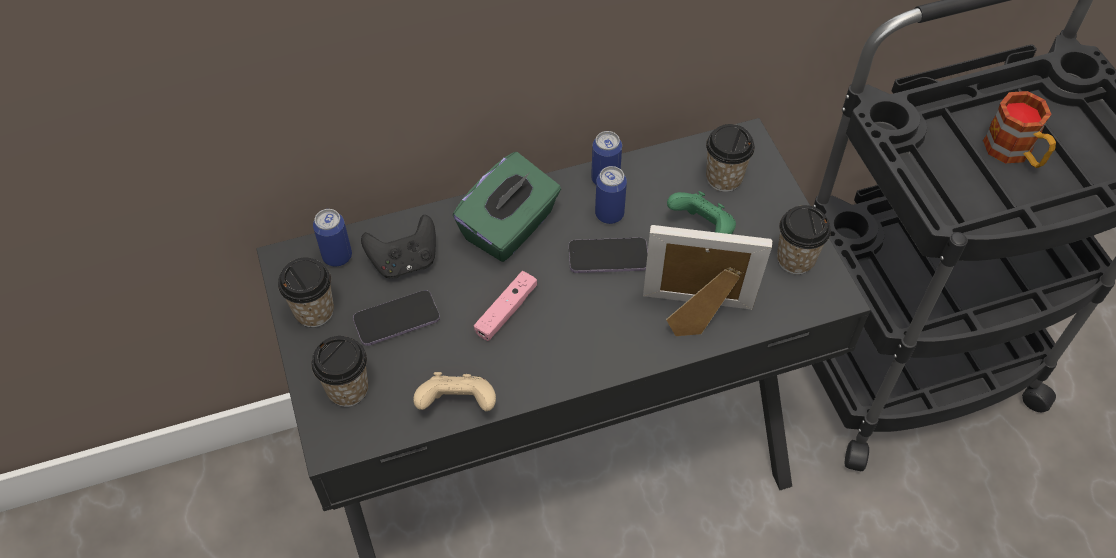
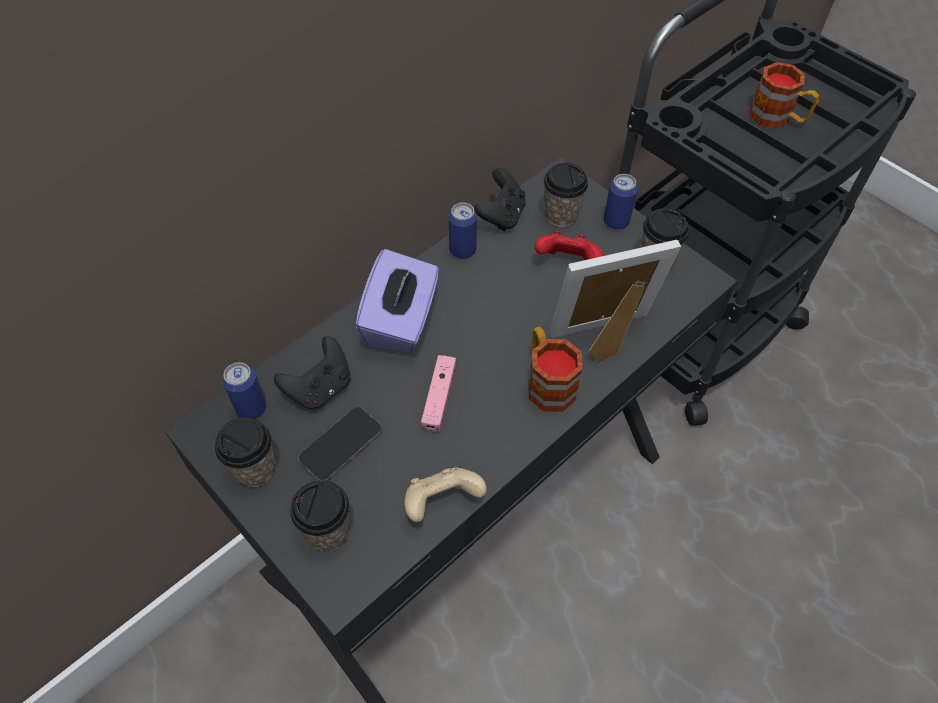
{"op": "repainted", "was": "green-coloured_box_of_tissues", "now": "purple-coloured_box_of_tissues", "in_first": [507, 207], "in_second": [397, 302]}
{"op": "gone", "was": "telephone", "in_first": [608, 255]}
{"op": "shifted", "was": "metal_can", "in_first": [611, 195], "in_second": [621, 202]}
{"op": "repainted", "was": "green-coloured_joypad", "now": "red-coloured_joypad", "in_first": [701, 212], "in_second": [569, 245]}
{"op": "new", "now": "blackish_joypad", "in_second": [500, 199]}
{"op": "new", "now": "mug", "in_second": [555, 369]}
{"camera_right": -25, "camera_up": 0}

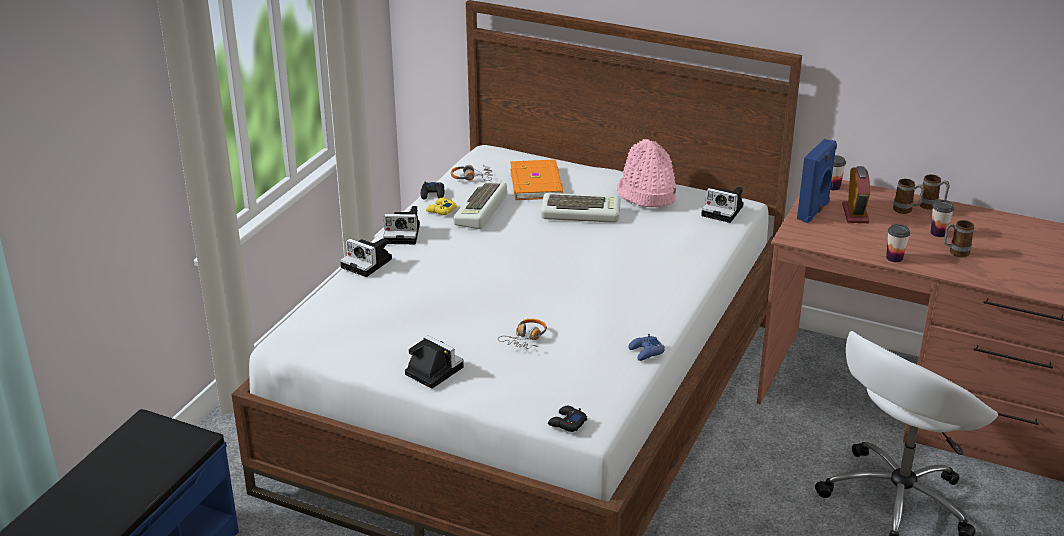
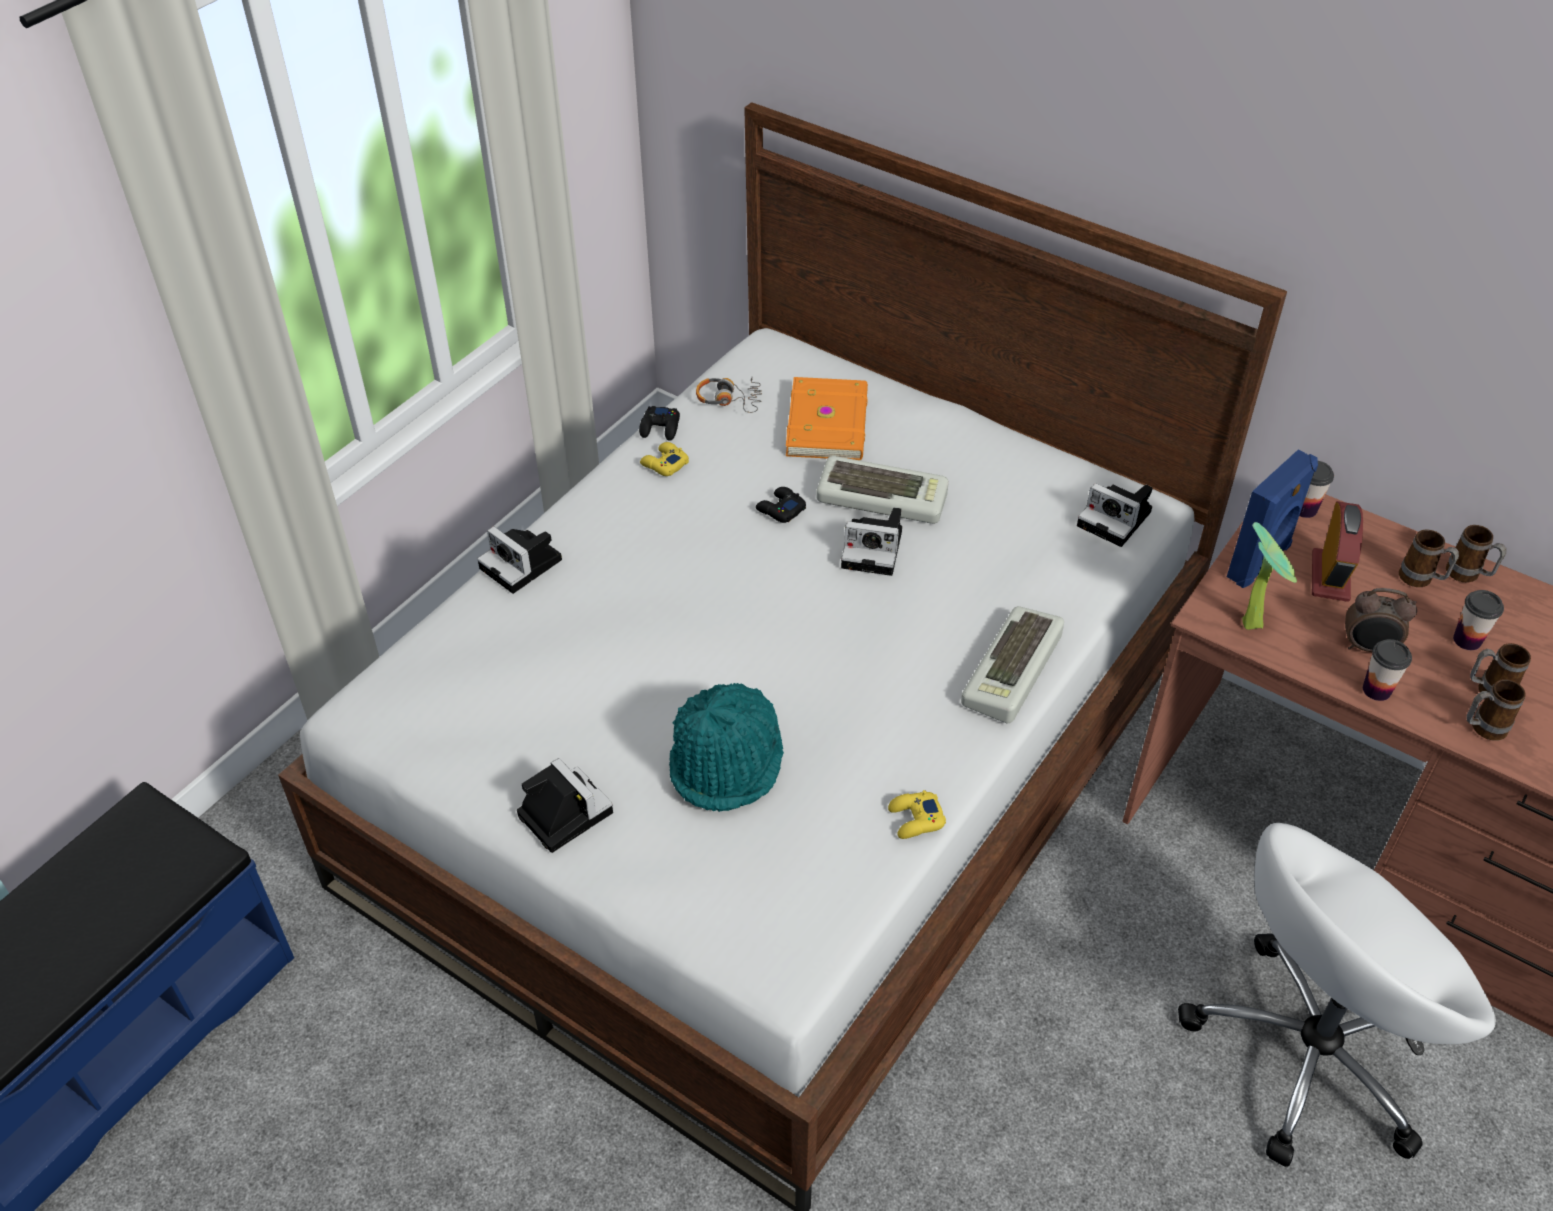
{"op": "shifted", "was": "still_camera", "in_first": [401, 225], "in_second": [871, 542]}
{"op": "shifted", "was": "PC_keyboard", "in_first": [480, 205], "in_second": [1012, 664]}
{"op": "swapped", "was": "headphones", "now": "turquoise-coloured_hat", "in_first": [522, 334], "in_second": [726, 747]}
{"op": "shifted", "was": "blackish_joypad", "in_first": [567, 419], "in_second": [781, 505]}
{"op": "gone", "was": "pinkish_hat", "in_first": [646, 173]}
{"op": "repainted", "was": "blue_joypad", "now": "yellowish_joypad", "in_first": [646, 347], "in_second": [917, 814]}
{"op": "new", "now": "houseplant", "in_second": [1269, 576]}
{"op": "new", "now": "alarm_clock", "in_second": [1381, 620]}
{"op": "new", "now": "mug", "in_second": [1496, 710]}
{"camera_right": 10, "camera_up": 15}

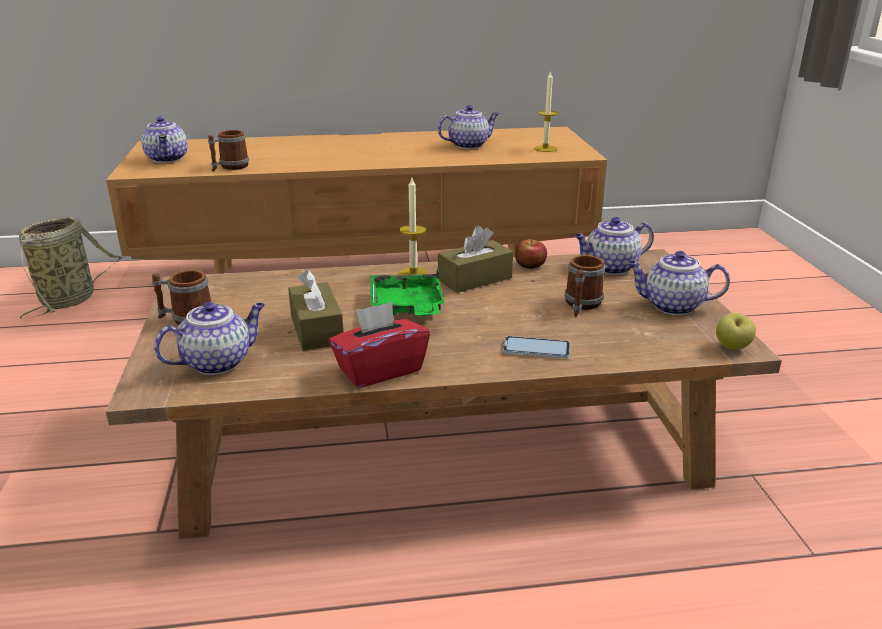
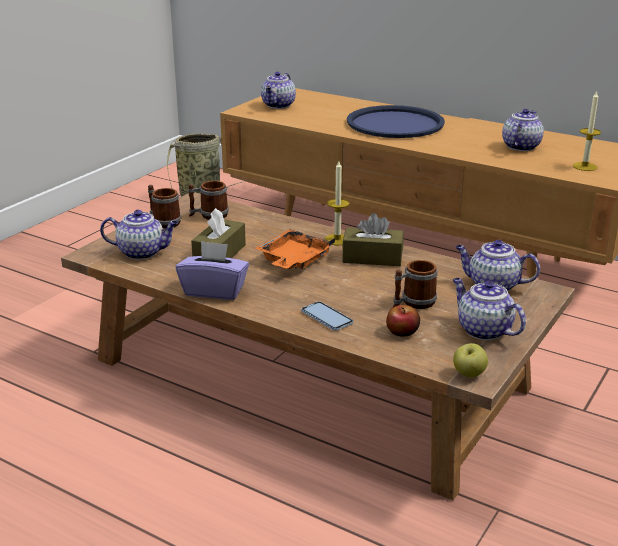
{"op": "shifted", "was": "mug", "in_first": [228, 150], "in_second": [208, 200]}
{"op": "repainted", "was": "red-coloured_box_of_tissues", "now": "purple-coloured_box_of_tissues", "in_first": [379, 345], "in_second": [212, 270]}
{"op": "repainted", "was": "green-coloured_tray", "now": "orangey_tray", "in_first": [407, 292], "in_second": [295, 249]}
{"op": "rotated", "was": "pot_for_tea", "in_first": [468, 127], "in_second": [523, 130], "clockwise": -75}
{"op": "shifted", "was": "whole_apple", "in_first": [531, 254], "in_second": [403, 321]}
{"op": "new", "now": "blue_tray", "in_second": [396, 121]}
{"camera_right": 40, "camera_up": 0}

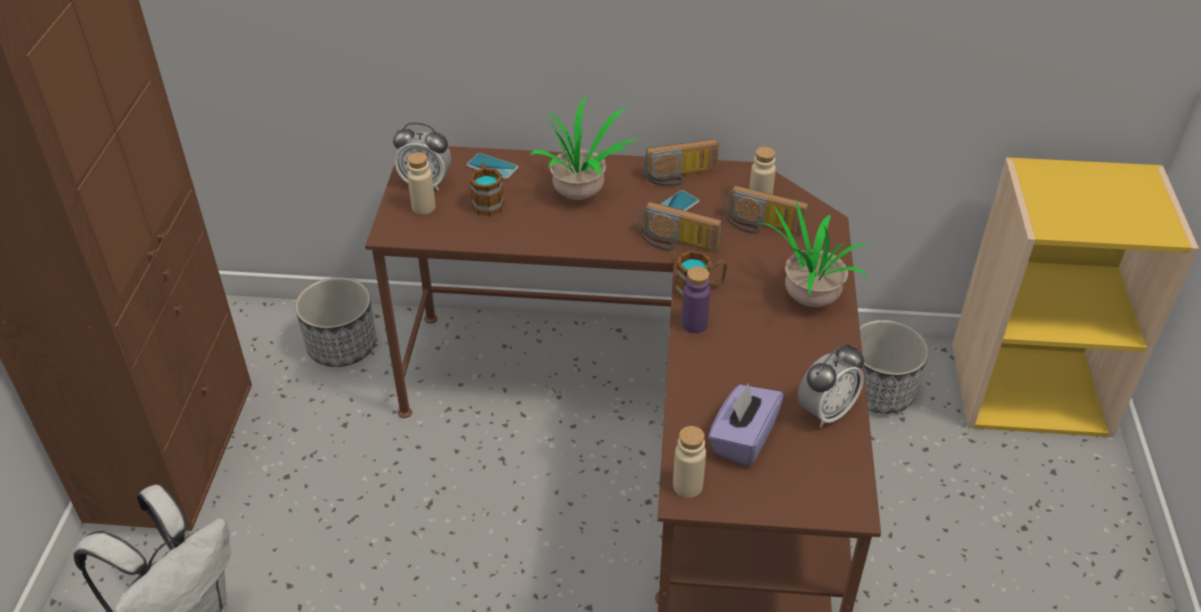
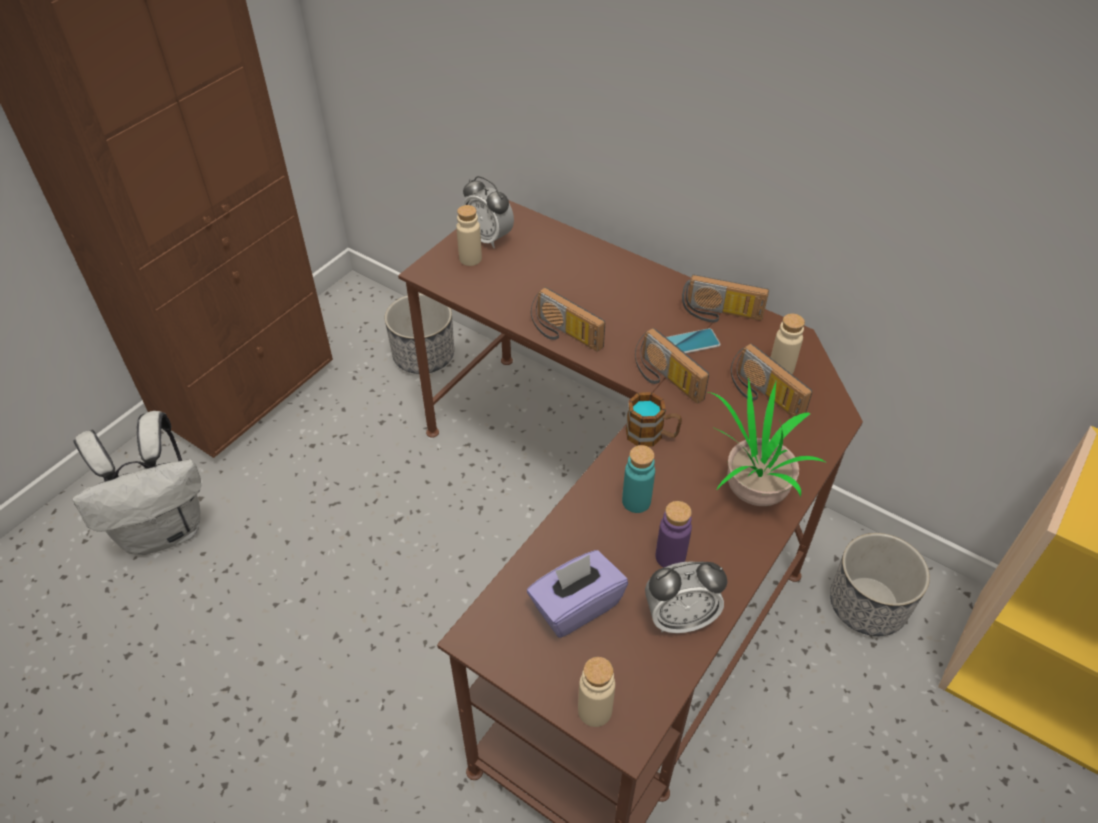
{"op": "gone", "was": "telephone", "in_first": [492, 166]}
{"op": "gone", "was": "mug", "in_first": [486, 189]}
{"op": "gone", "was": "houseplant", "in_first": [584, 147]}
{"op": "shifted", "was": "sand-coloured_beverage_bottle", "in_first": [689, 462], "in_second": [596, 692]}
{"op": "shifted", "was": "purple-coloured_beverage_bottle", "in_first": [696, 299], "in_second": [673, 534]}
{"op": "new", "now": "radio_set", "in_second": [568, 319]}
{"op": "new", "now": "turquoise-coloured_beverage_bottle", "in_second": [638, 479]}
{"camera_right": 30, "camera_up": 5}

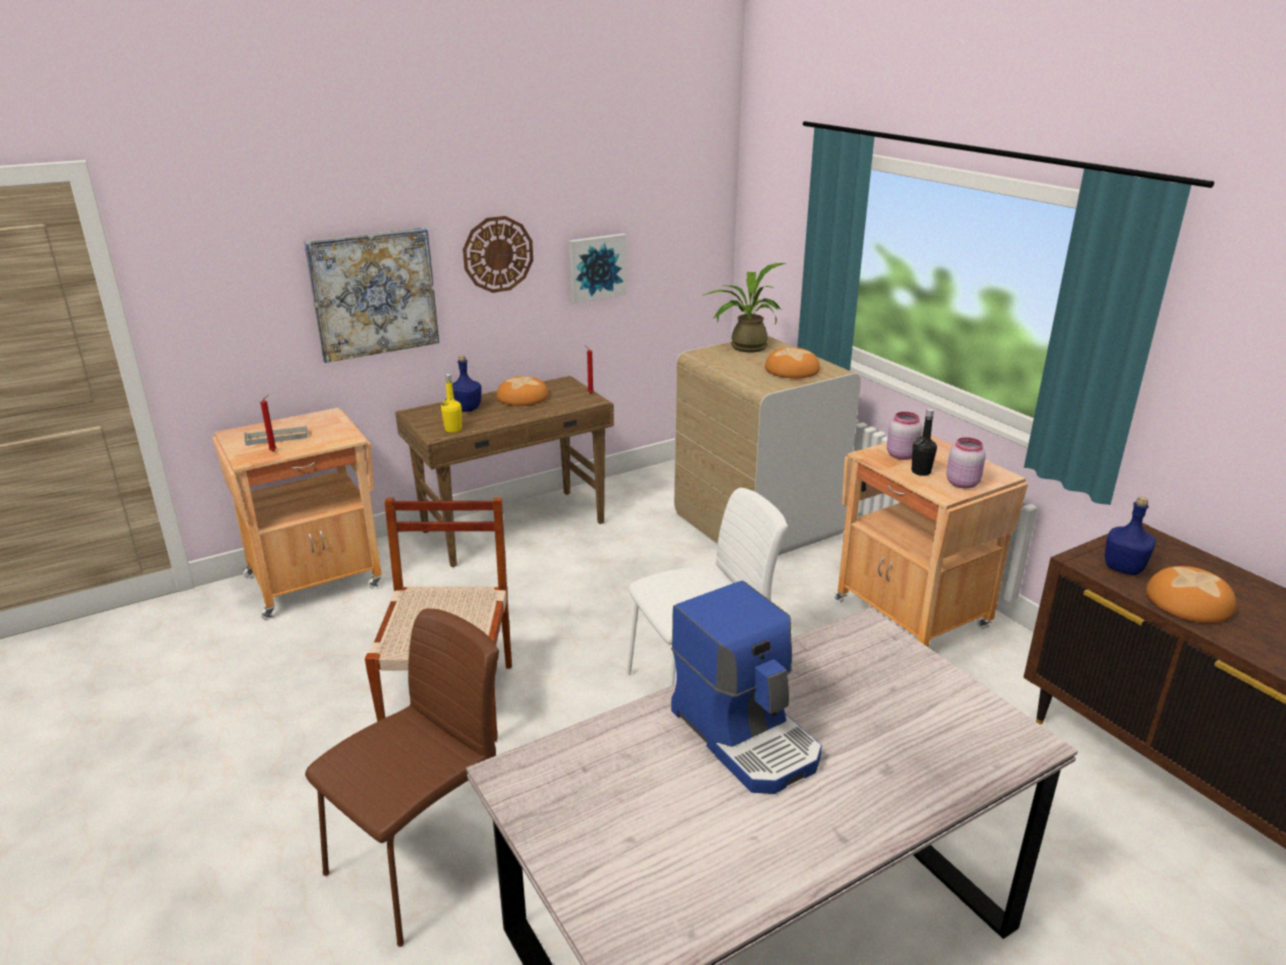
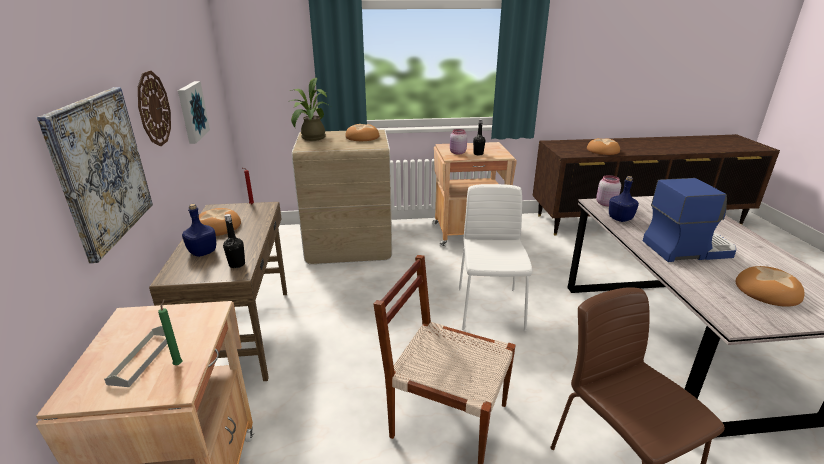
{"op": "repainted", "was": "red-coloured_wax_candle", "now": "green-coloured_wax_candle", "in_first": [268, 423], "in_second": [170, 332]}
{"op": "repainted", "was": "yellowish_beverage_bottle", "now": "blackish_beverage_bottle", "in_first": [451, 403], "in_second": [234, 241]}
{"op": "shifted", "was": "pinkish_jar", "in_first": [966, 463], "in_second": [608, 190]}
{"op": "shifted", "was": "blue_beverage_bottle", "in_first": [1130, 536], "in_second": [624, 199]}
{"op": "new", "now": "baked_bread", "in_second": [770, 286]}
{"camera_right": -65, "camera_up": 0}

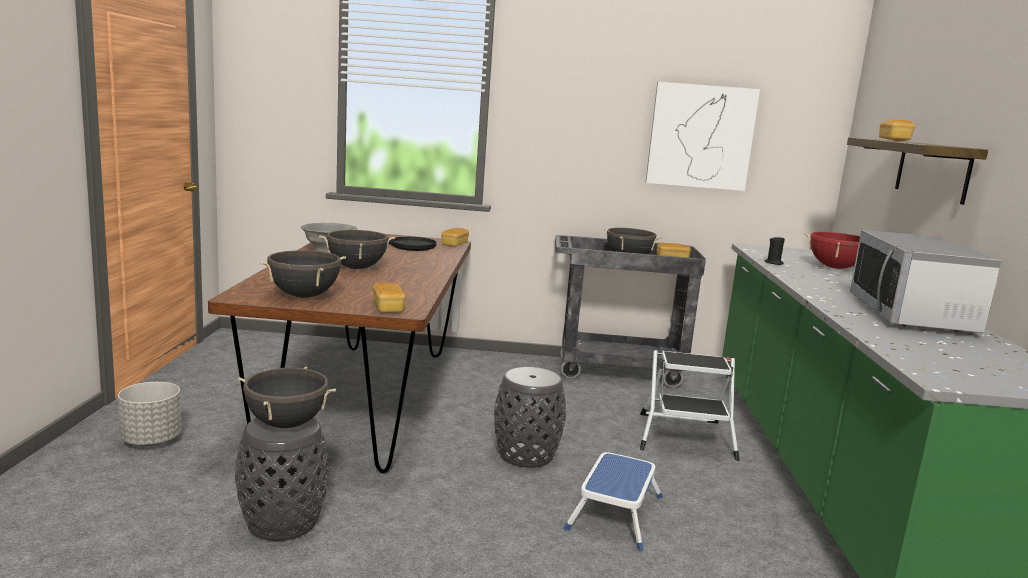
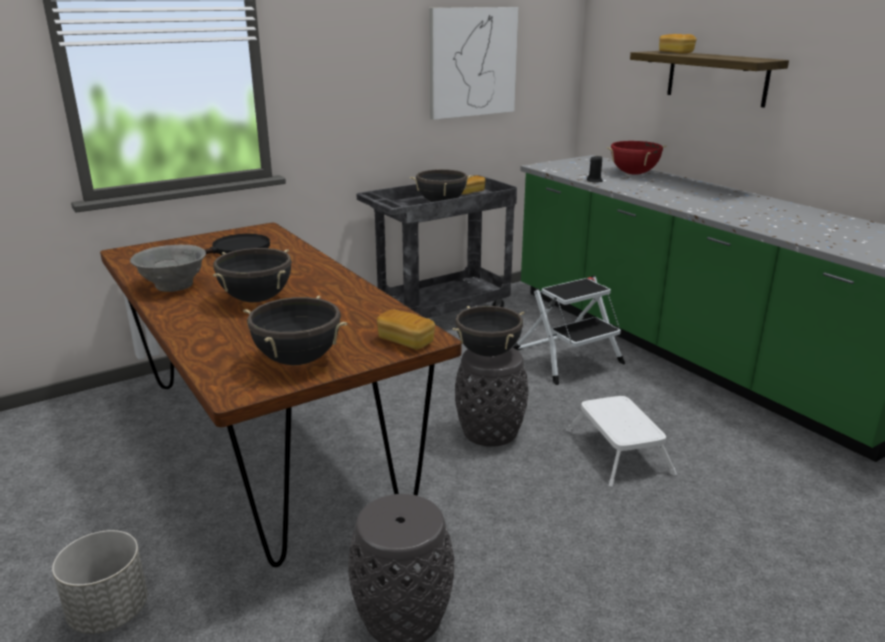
{"op": "shifted", "was": "blackish_stockpot", "in_first": [287, 397], "in_second": [488, 331]}
{"op": "gone", "was": "baked_bread", "in_first": [455, 237]}
{"op": "repainted", "was": "blue_stepladder", "now": "white_stepladder", "in_first": [613, 501], "in_second": [621, 441]}
{"op": "gone", "was": "kitchen_microwave", "in_first": [926, 281]}
{"camera_right": -35, "camera_up": 10}

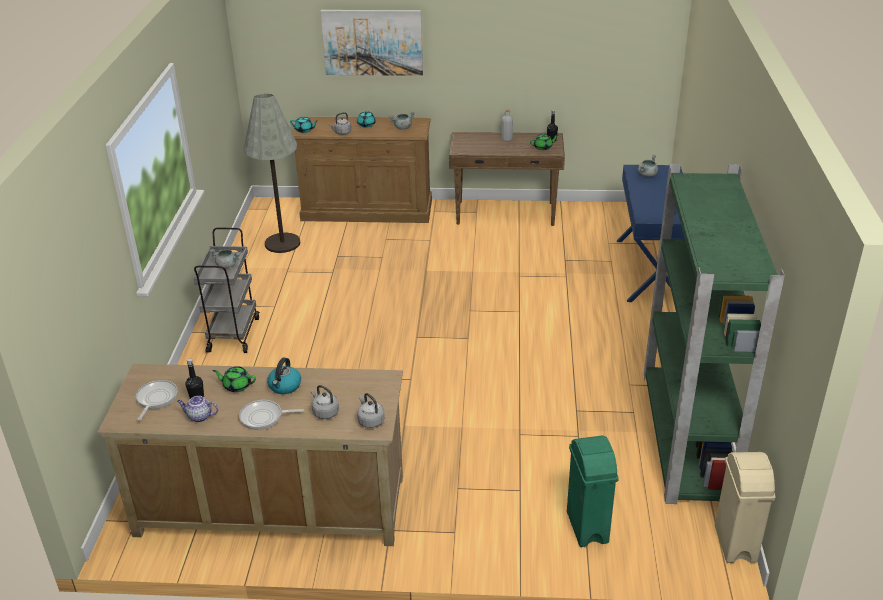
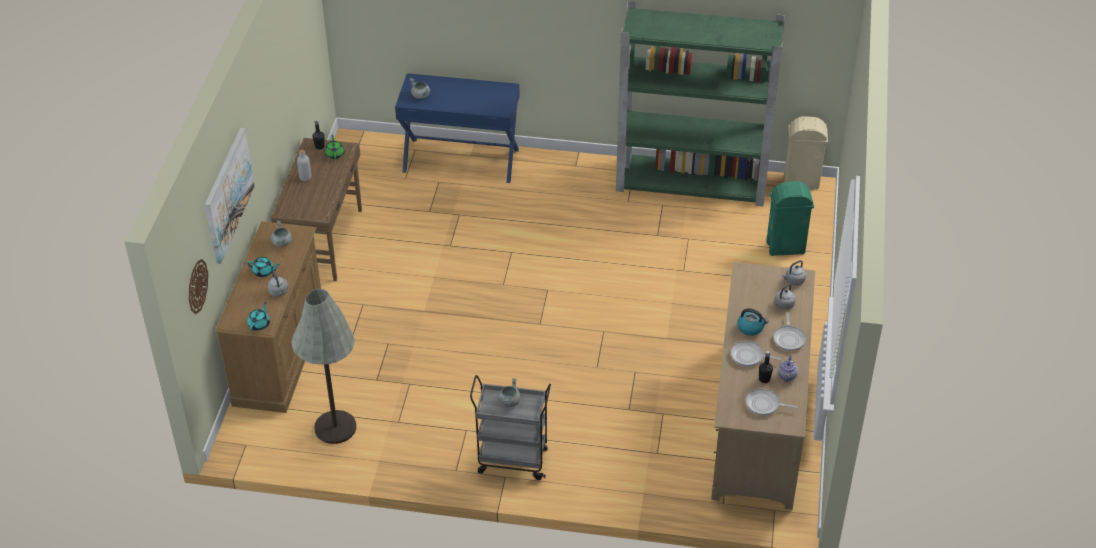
{"op": "swapped", "was": "green-coloured_pot_for_tea", "now": "pan", "in_first": [234, 379], "in_second": [755, 354]}
{"op": "new", "now": "wall_clock", "in_second": [198, 286]}
{"camera_right": -85, "camera_up": 10}

